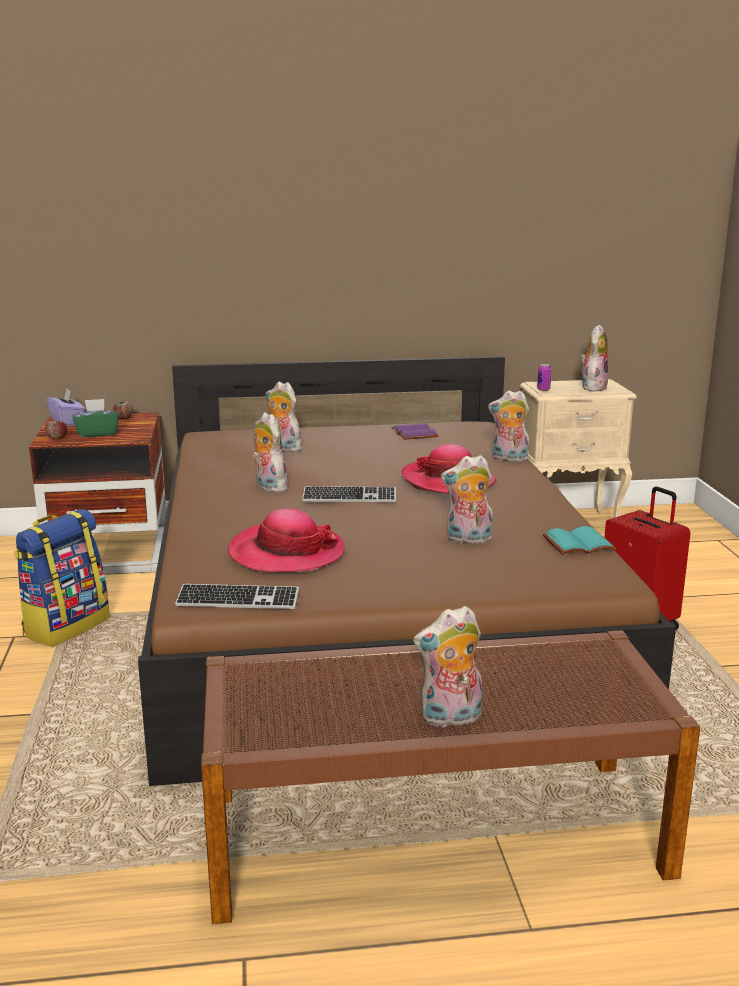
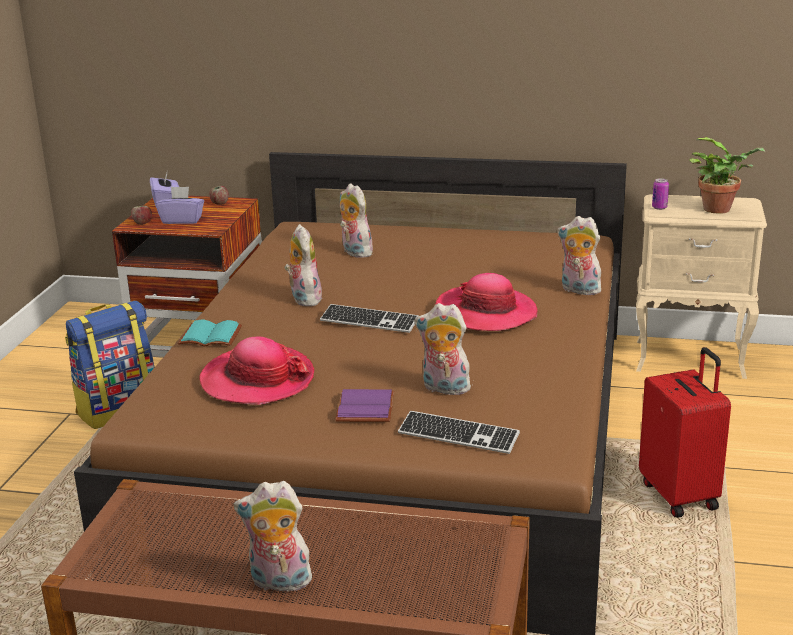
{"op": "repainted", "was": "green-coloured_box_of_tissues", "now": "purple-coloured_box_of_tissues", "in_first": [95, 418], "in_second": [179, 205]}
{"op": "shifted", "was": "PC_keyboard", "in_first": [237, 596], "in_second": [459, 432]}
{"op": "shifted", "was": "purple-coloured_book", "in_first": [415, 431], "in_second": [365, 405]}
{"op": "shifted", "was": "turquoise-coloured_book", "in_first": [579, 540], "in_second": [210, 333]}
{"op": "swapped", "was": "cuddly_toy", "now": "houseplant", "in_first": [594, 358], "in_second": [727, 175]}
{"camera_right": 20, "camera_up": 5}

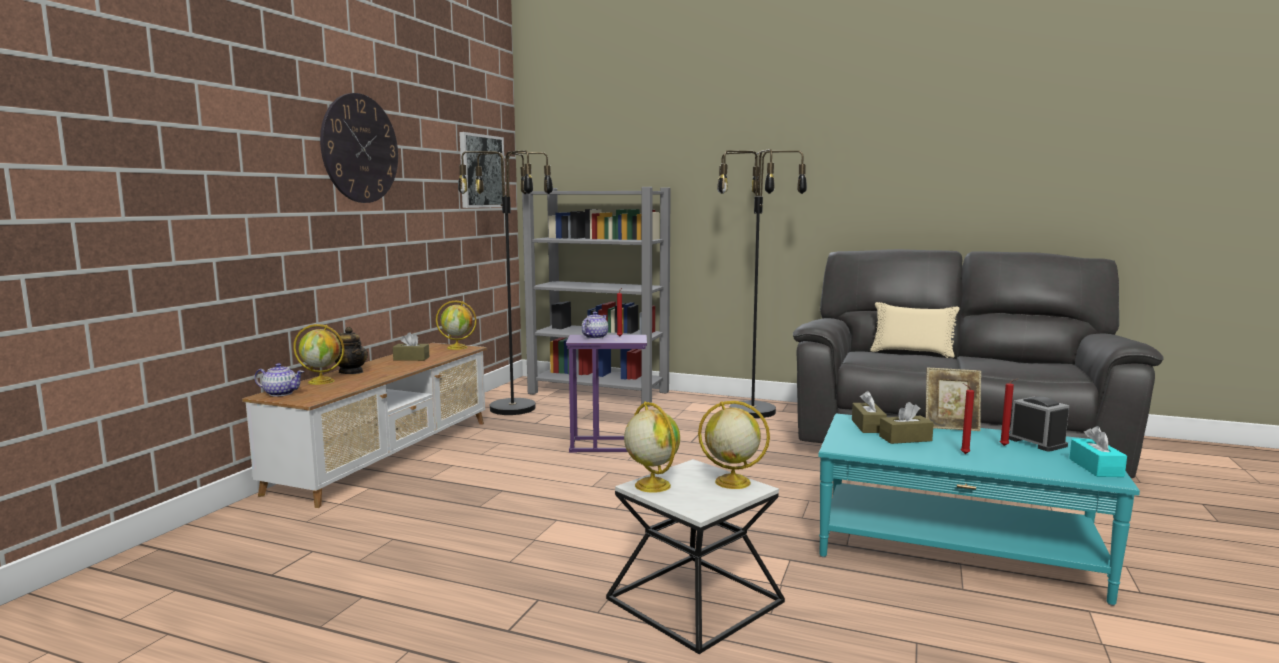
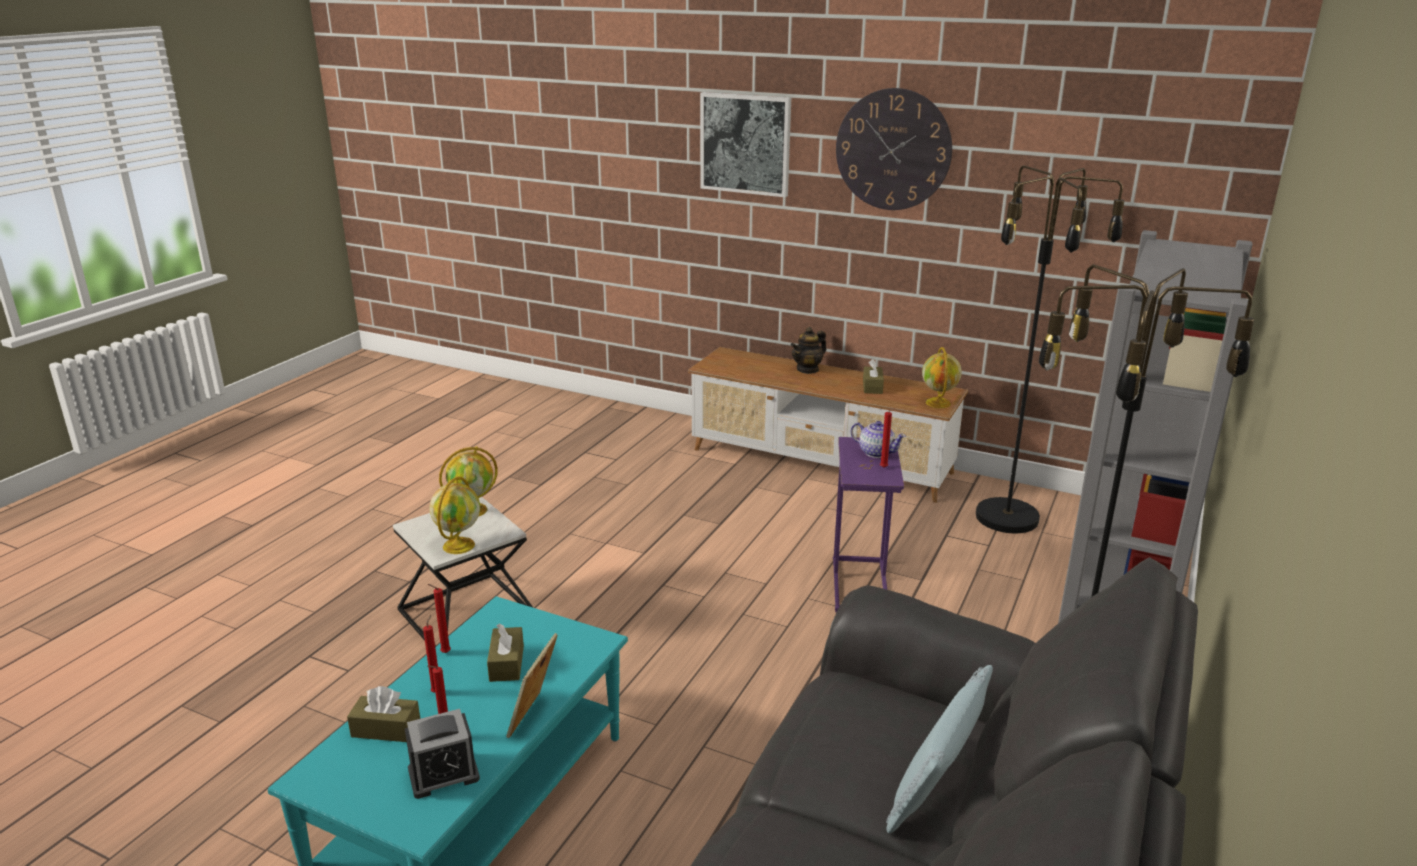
{"op": "gone", "was": "pot_for_tea", "in_first": [279, 379]}
{"op": "gone", "was": "globe", "in_first": [318, 354]}
{"op": "shifted", "was": "wall_picture", "in_first": [482, 170], "in_second": [745, 144]}
{"op": "shifted", "was": "brownish_box_of_tissues", "in_first": [869, 412], "in_second": [383, 714]}
{"op": "repainted", "was": "sand-coloured_throw_pillow", "now": "blue_throw_pillow", "in_first": [915, 330], "in_second": [939, 749]}
{"op": "gone", "was": "turquoise-coloured_box_of_tissues", "in_first": [1098, 451]}
{"op": "new", "now": "red-coloured_wax_candle", "in_second": [439, 618]}
{"camera_right": 95, "camera_up": 15}

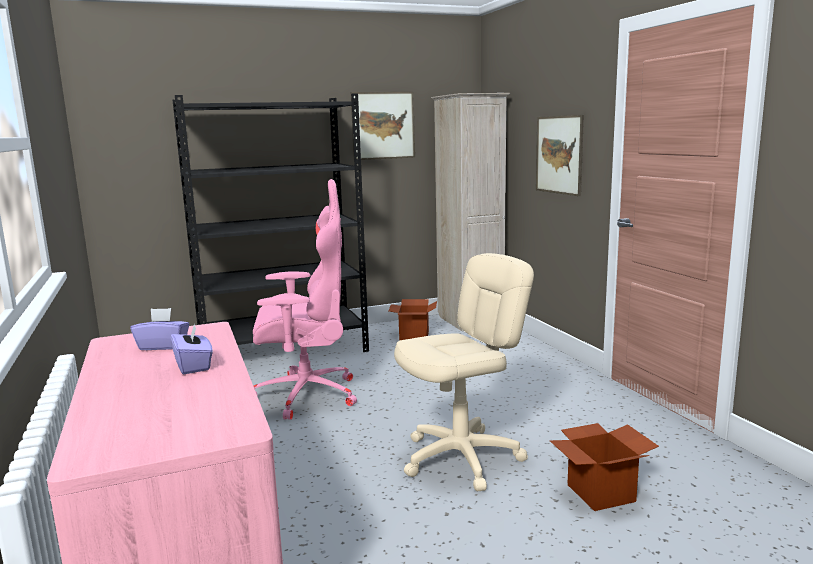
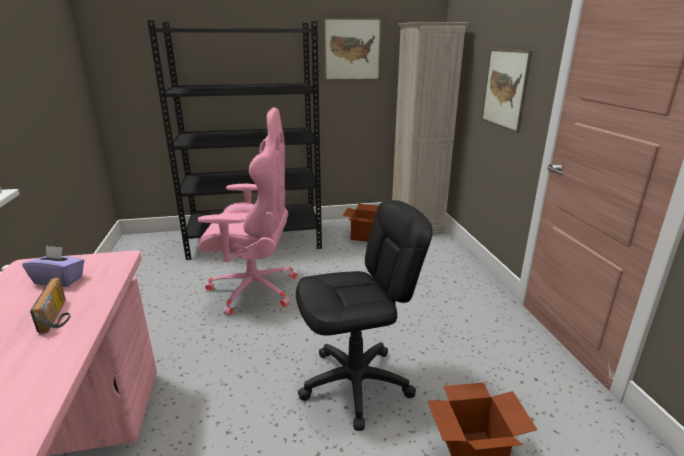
{"op": "swapped", "was": "purple-coloured_box_of_tissues", "now": "radio_set", "in_first": [192, 349], "in_second": [50, 306]}
{"op": "repainted", "was": "sand-coloured_computer_chair", "now": "blackish_computer_chair", "in_first": [464, 372], "in_second": [364, 315]}
{"camera_right": 10, "camera_up": 10}

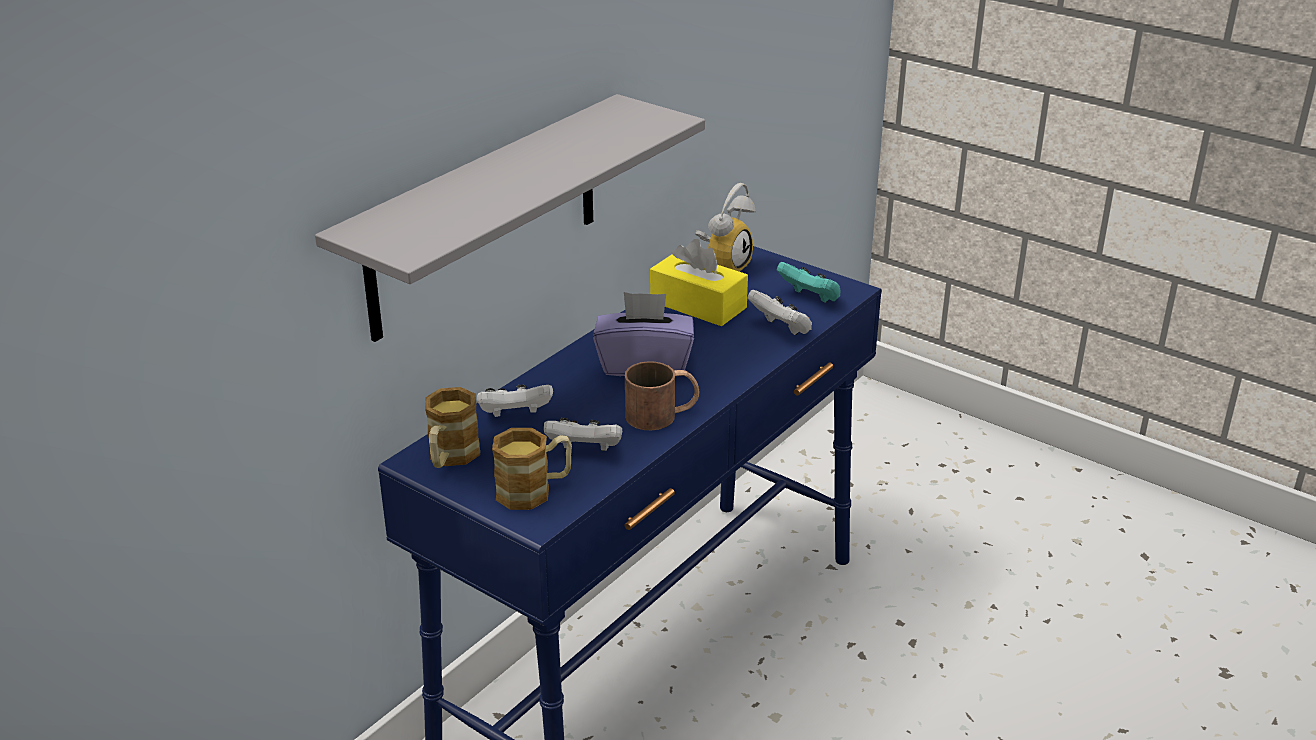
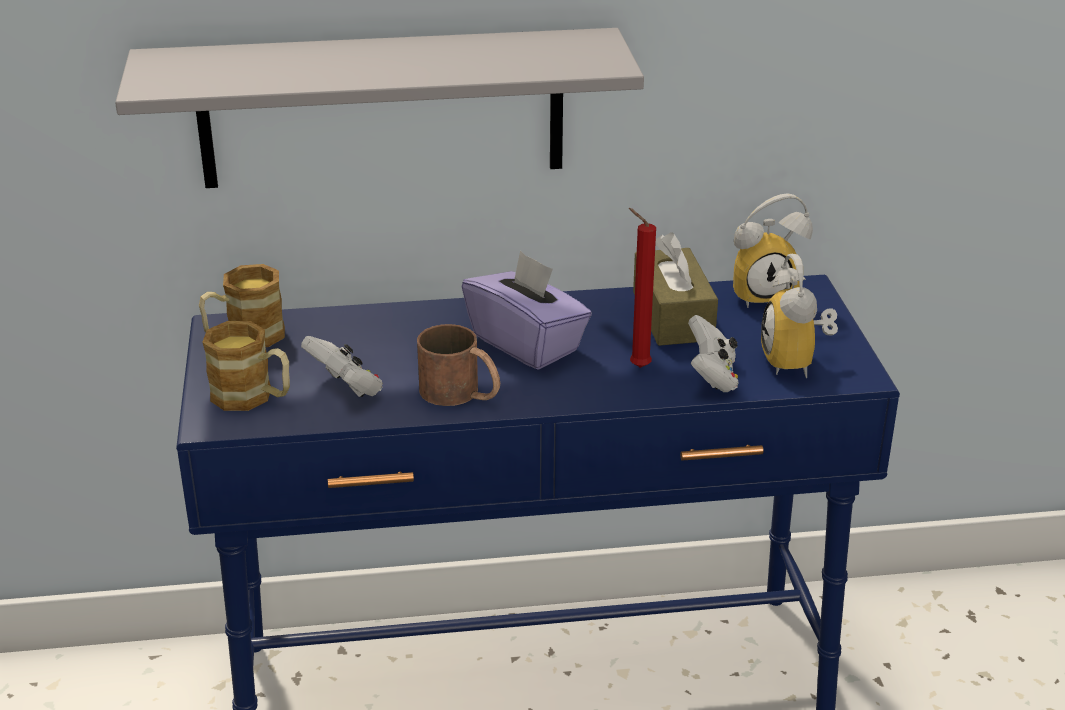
{"op": "gone", "was": "white_joypad", "in_first": [515, 401]}
{"op": "repainted", "was": "yellowish_box_of_tissues", "now": "brownish_box_of_tissues", "in_first": [699, 282], "in_second": [675, 289]}
{"op": "swapped", "was": "turquoise-coloured_joypad", "now": "alarm_clock", "in_first": [809, 282], "in_second": [799, 316]}
{"op": "new", "now": "red-coloured_wax_candle", "in_second": [642, 288]}
{"camera_right": 45, "camera_up": 0}

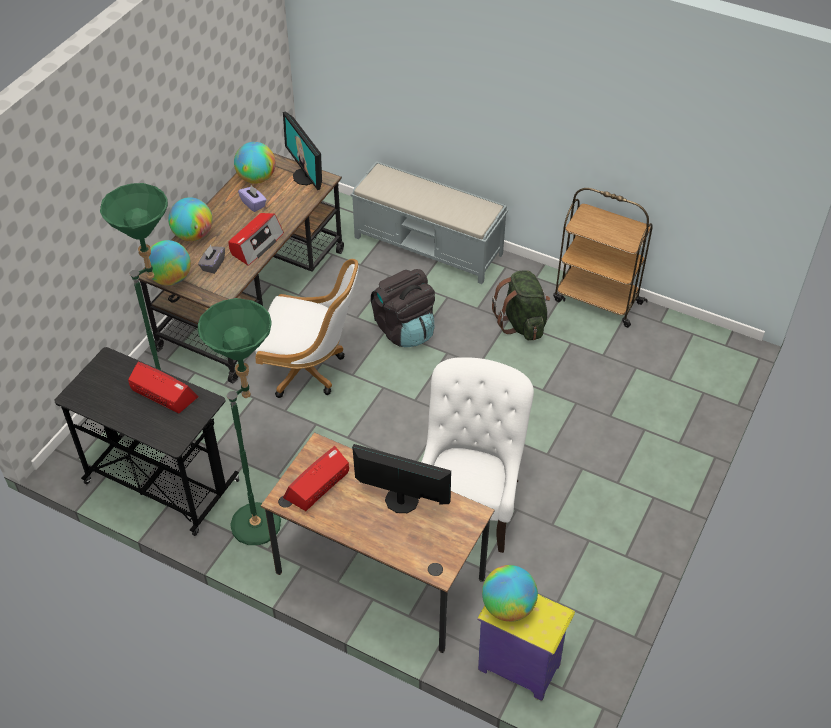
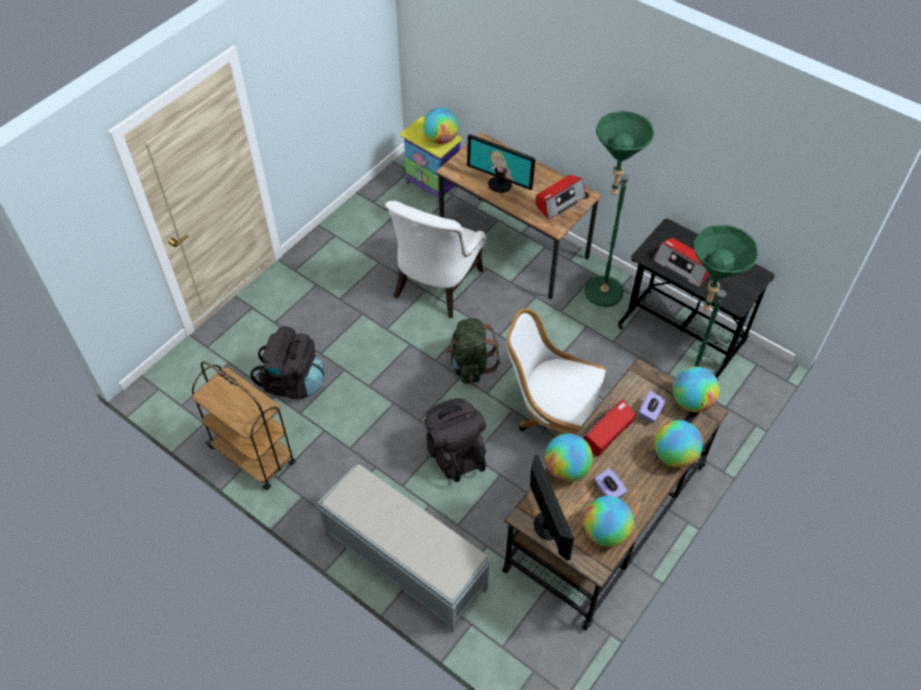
{"op": "repainted", "was": "gray_box_of_tissues", "now": "purple-coloured_box_of_tissues", "in_first": [211, 259], "in_second": [652, 407]}
{"op": "shifted", "was": "green-coloured_backpack", "in_first": [521, 305], "in_second": [472, 351]}
{"op": "new", "now": "blackish_backpack", "in_second": [287, 362]}
{"op": "new", "now": "globe", "in_second": [569, 458]}
{"camera_right": -170, "camera_up": 5}

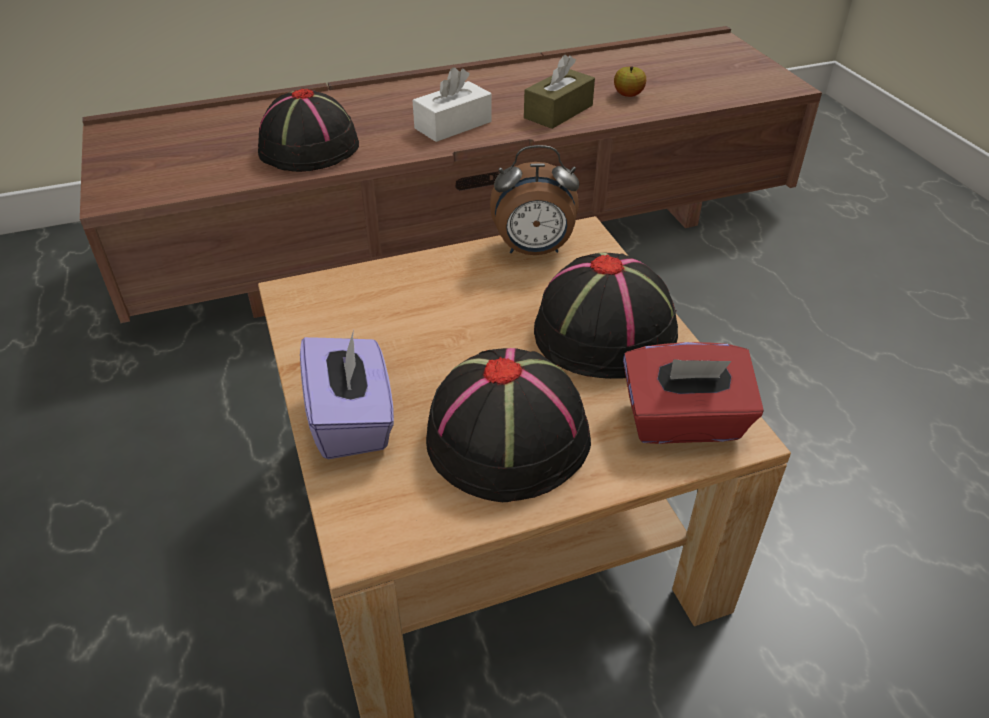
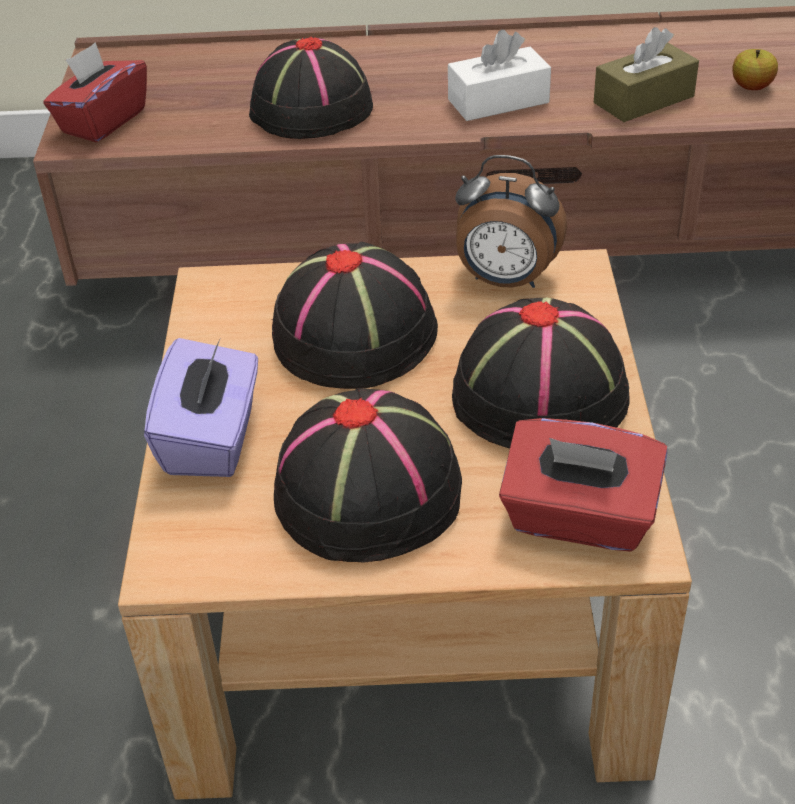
{"op": "new", "now": "red-coloured_box_of_tissues", "in_second": [95, 92]}
{"op": "new", "now": "blackish_hat", "in_second": [354, 315]}
{"camera_right": 20, "camera_up": 0}

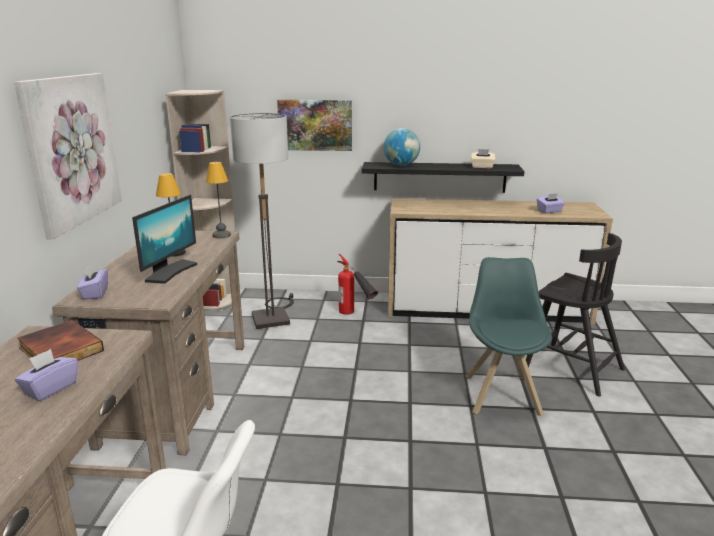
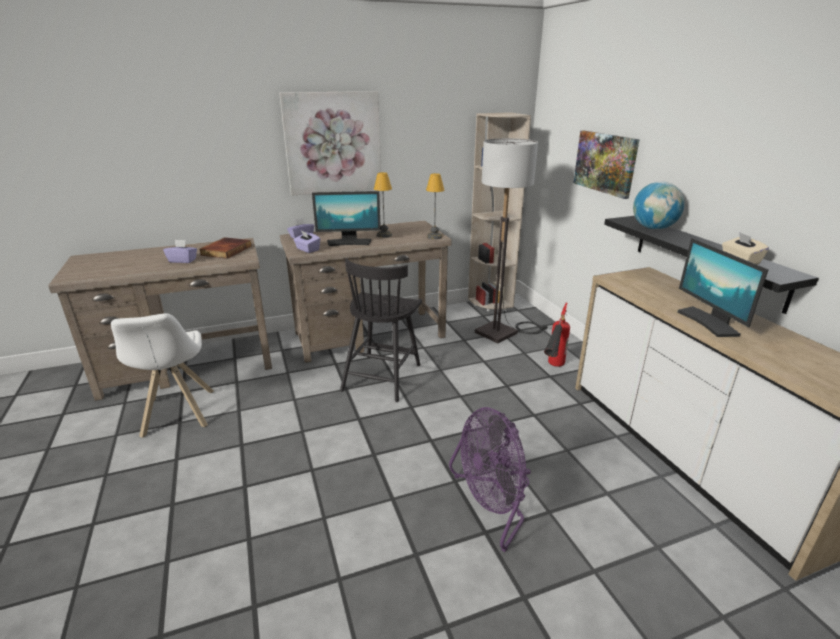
{"op": "swapped", "was": "turquoise-coloured_upright_chair", "now": "purple-coloured_electric_fan", "in_first": [509, 336], "in_second": [490, 479]}
{"op": "shifted", "was": "blackish_upright_chair", "in_first": [575, 315], "in_second": [381, 330]}
{"op": "shifted", "was": "purple-coloured_box_of_tissues", "in_first": [551, 203], "in_second": [306, 242]}
{"op": "new", "now": "computer_display", "in_second": [723, 287]}
{"camera_right": 65, "camera_up": 5}

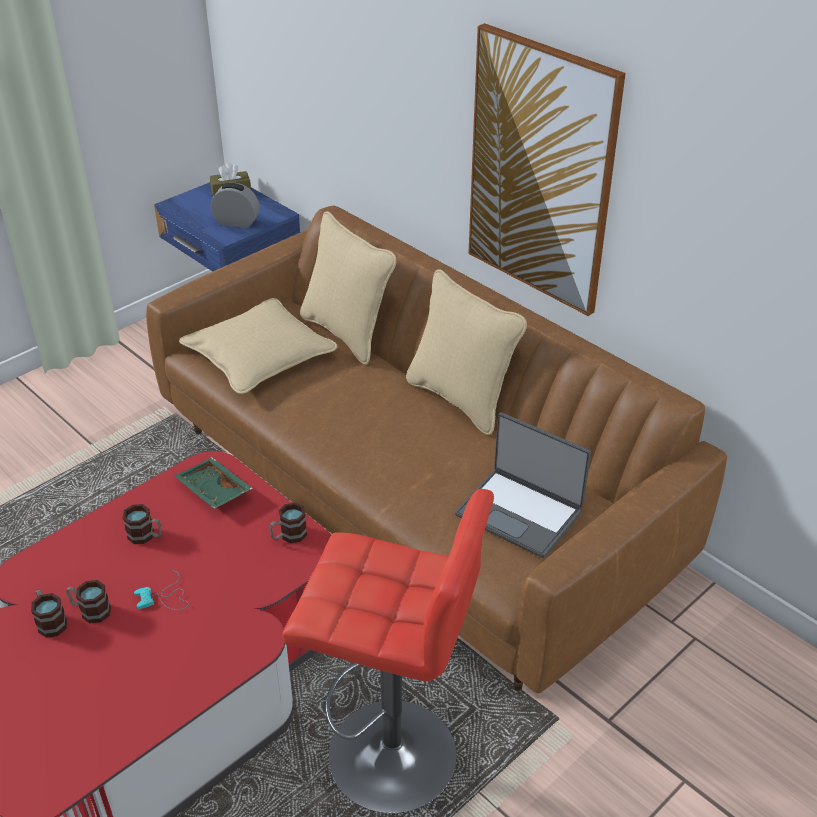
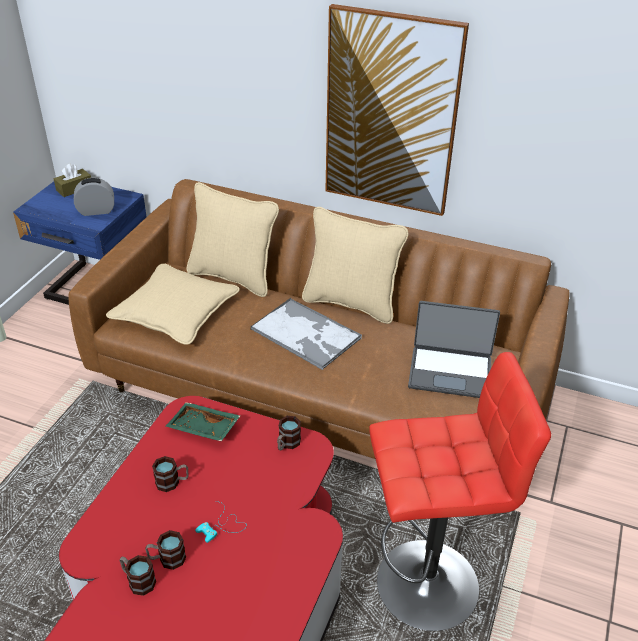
{"op": "new", "now": "tray", "in_second": [306, 334]}
{"camera_right": -25, "camera_up": 0}

